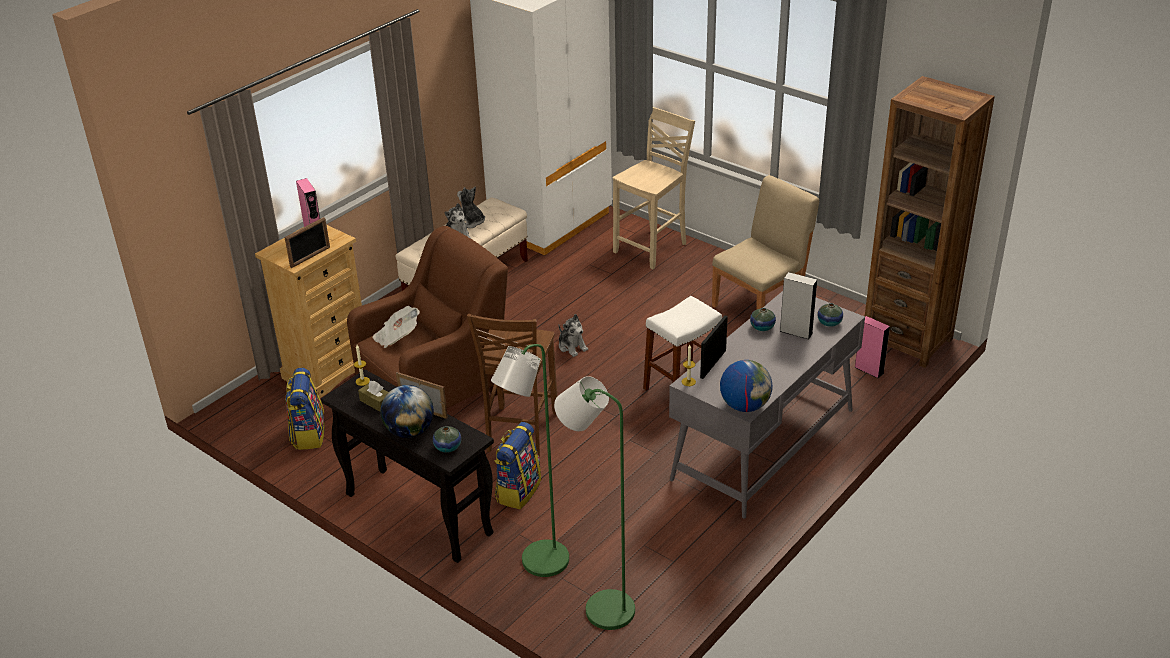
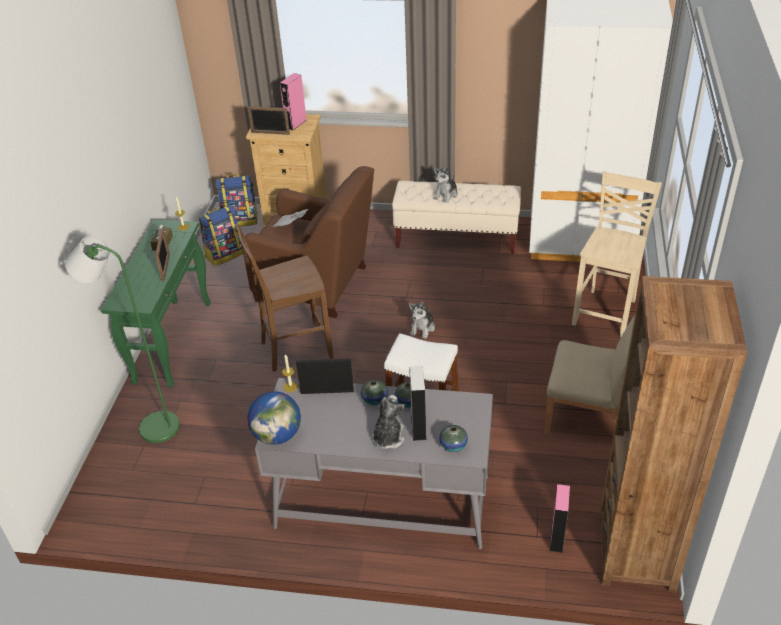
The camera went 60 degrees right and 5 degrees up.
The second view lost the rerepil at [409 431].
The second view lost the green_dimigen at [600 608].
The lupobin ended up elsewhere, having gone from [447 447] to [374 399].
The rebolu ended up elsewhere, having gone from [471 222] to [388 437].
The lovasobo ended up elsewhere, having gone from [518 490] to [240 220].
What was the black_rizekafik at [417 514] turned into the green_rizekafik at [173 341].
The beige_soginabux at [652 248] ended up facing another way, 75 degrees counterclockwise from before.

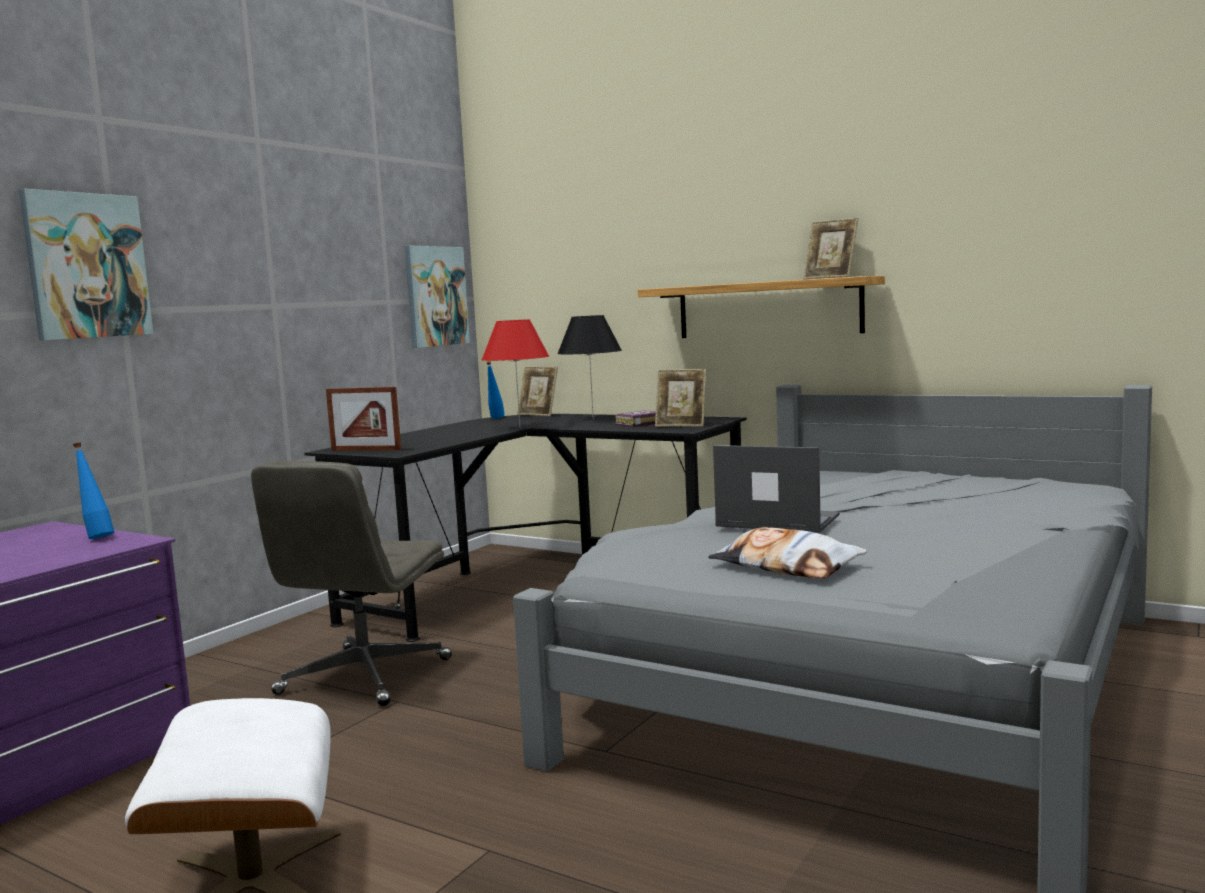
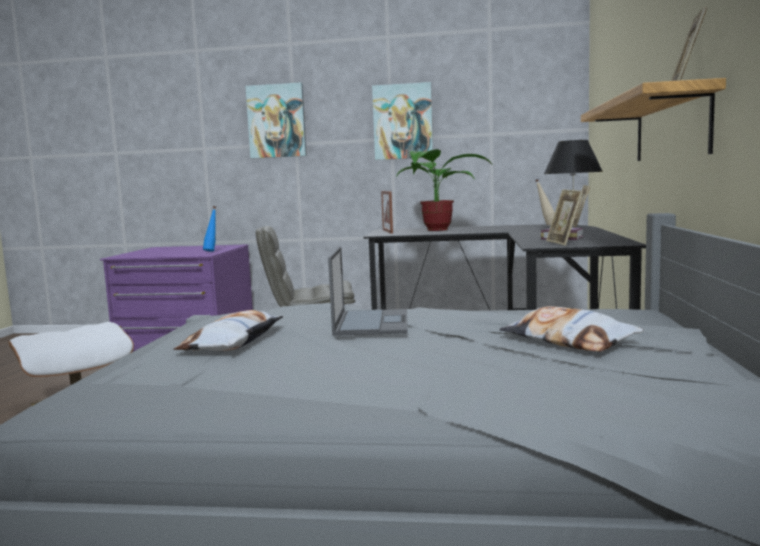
The camera went 65 degrees right and 0 degrees up.
The second view lost the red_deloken at [520 428].
The second view gained the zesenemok at [437 230].
The second view gained the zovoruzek at [568 340].
The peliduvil ended up elsewhere, having gone from [435 296] to [403 121].
What was the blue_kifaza at [495 418] turned into the beige_kifaza at [546 225].

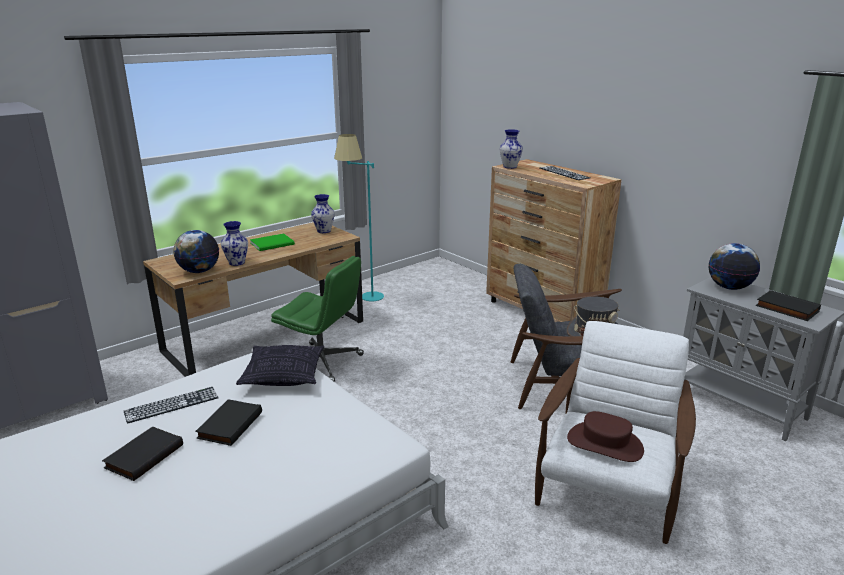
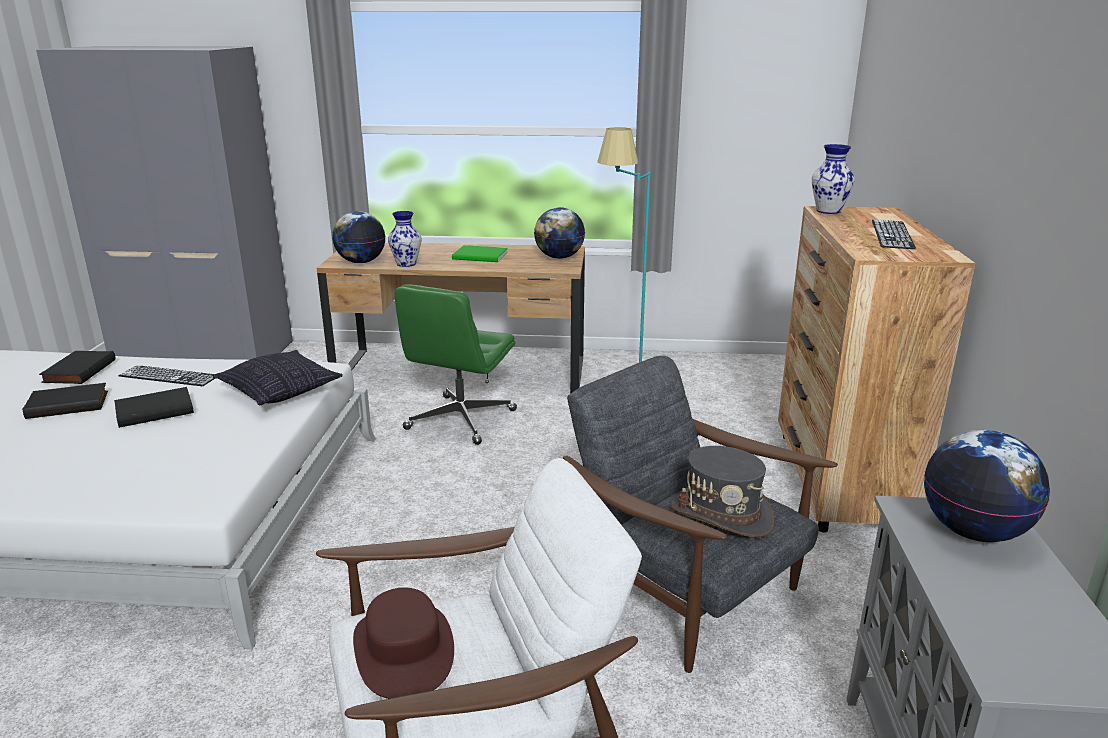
The camera went 45 degrees right and 0 degrees up.
The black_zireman ended up elsewhere, having gone from [786 309] to [78 371].
Where the lupobin stood at [324 231], the rerepil came to stand at [559 257].
The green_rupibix at [322 363] ended up facing another way, 45 degrees clockwise from before.

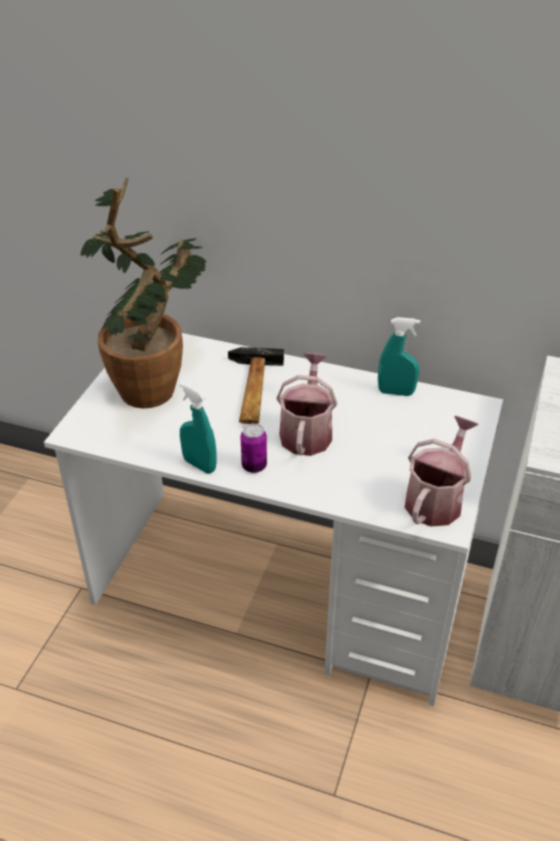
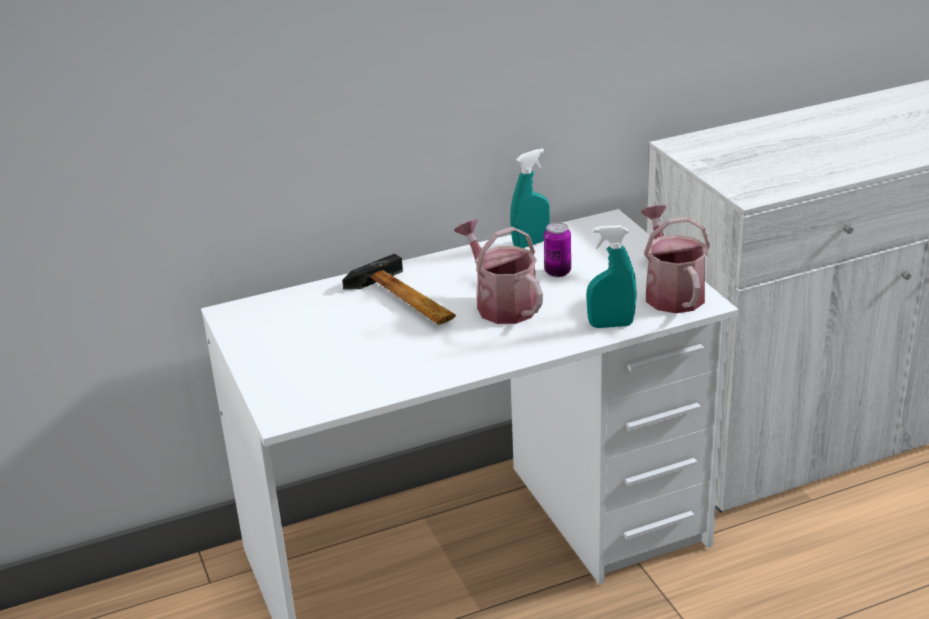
The camera went 40 degrees left and 10 degrees down.
The second view lost the zesenemok at [158 384].
The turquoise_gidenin ended up elsewhere, having gone from [199 465] to [611 325].
The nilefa ended up elsewhere, having gone from [254 466] to [557 272].

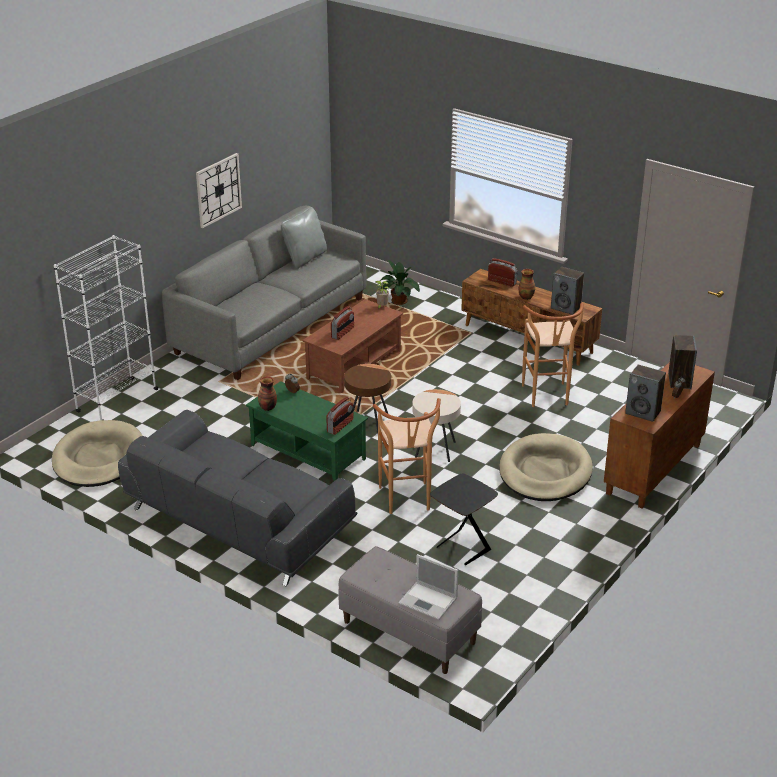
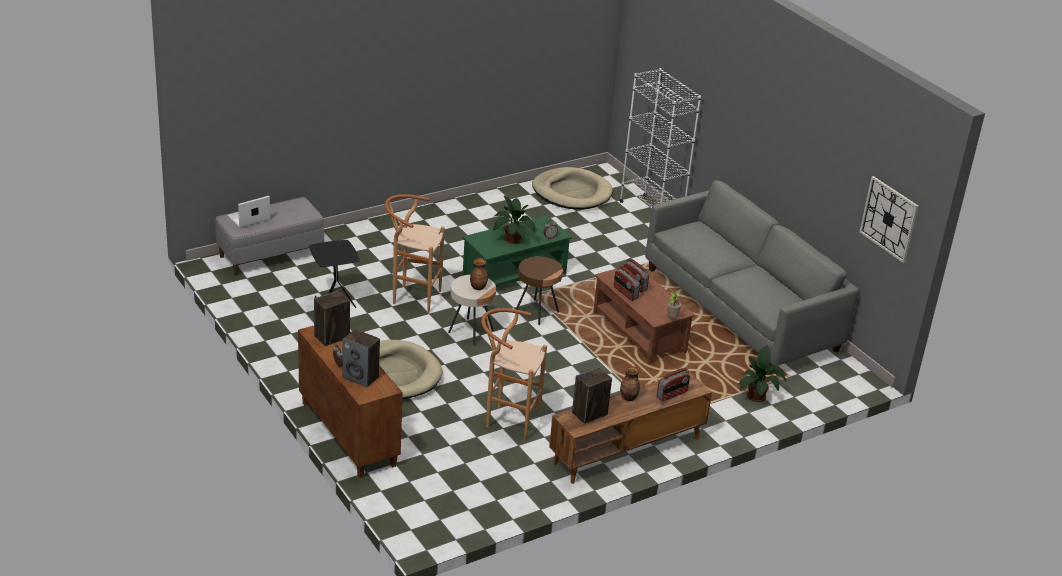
The camera went 110 degrees right and 0 degrees up.
The second view lost the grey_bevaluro at [237 522].
The second view lost the grey_zovoruzek at [305 258].
The second view gained the zesenemok at [511 238].
The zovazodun ended up elsewhere, having gone from [218 190] to [889 219].
The lupobin ended up elsewhere, having gone from [267 408] to [478 287].
The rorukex ended up elsewhere, having gone from [340 426] to [625 293].

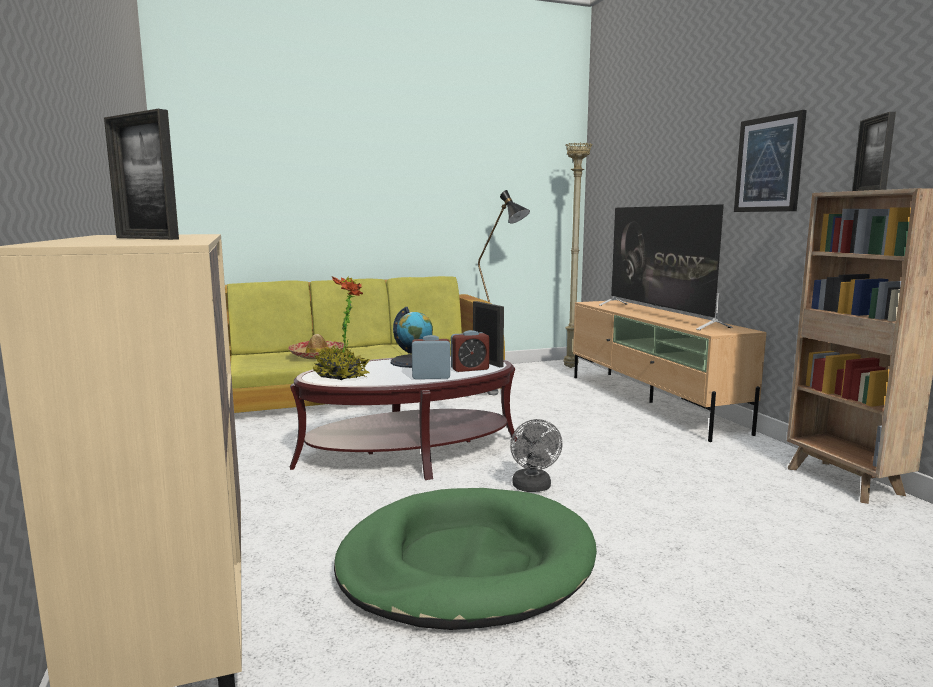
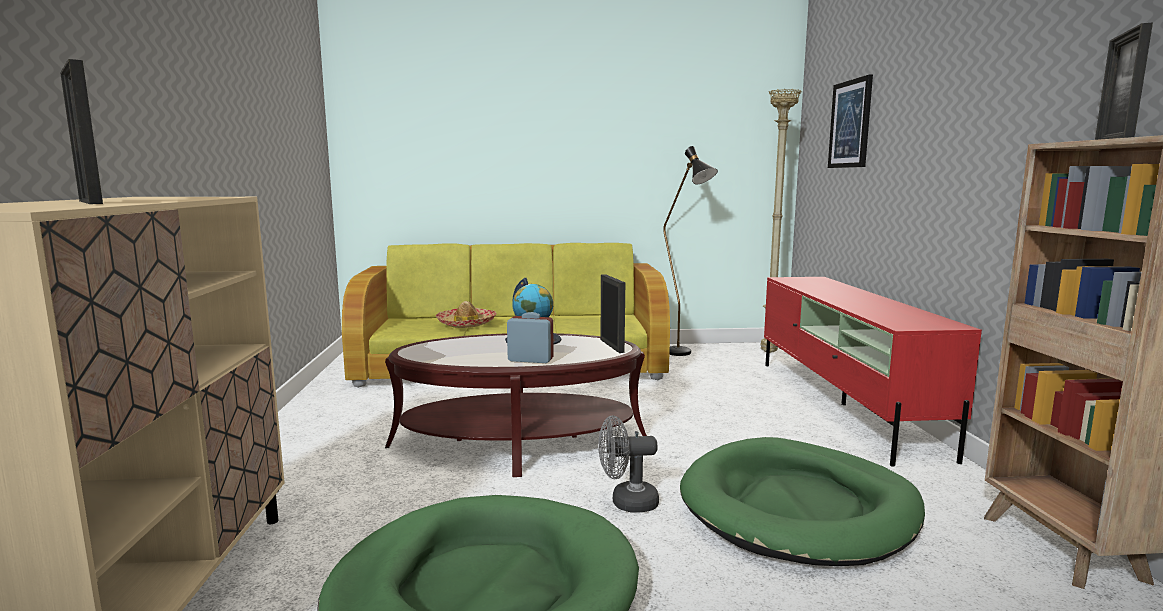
The camera went 15 degrees right and 0 degrees up.
The second view lost the zesenemok at [341 376].
The second view lost the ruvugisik at [470 369].
The second view lost the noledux at [658 315].
The second view gained the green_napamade at [798 507].
The peliduvil ended up elsewhere, having gone from [769 164] to [850 124].
What was the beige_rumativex at [651 402] turned into the red_rumativex at [843 405].
The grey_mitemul at [533 488] ended up facing another way, 75 degrees clockwise from before.

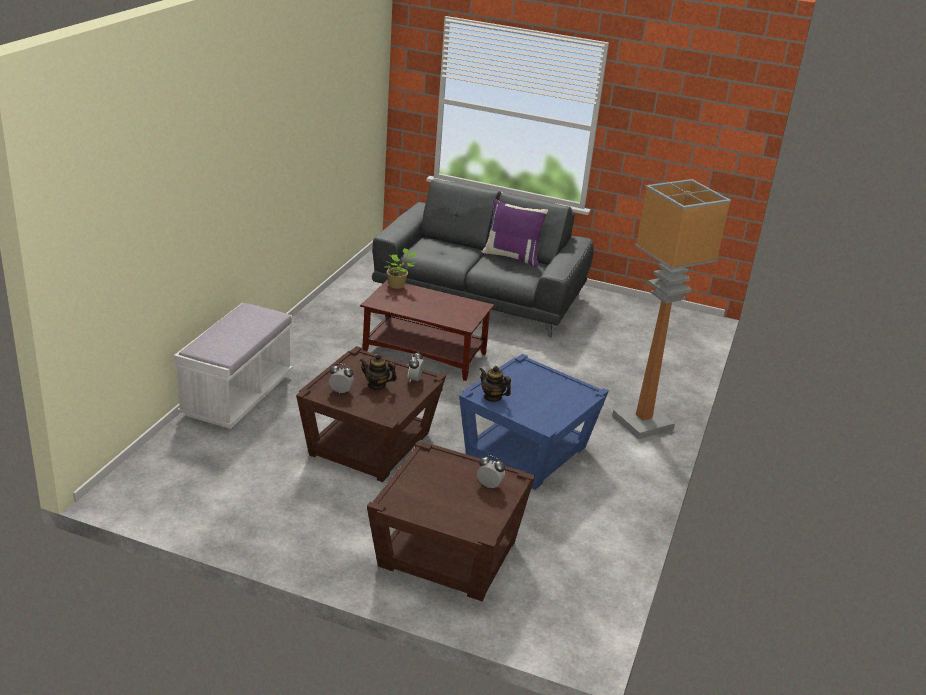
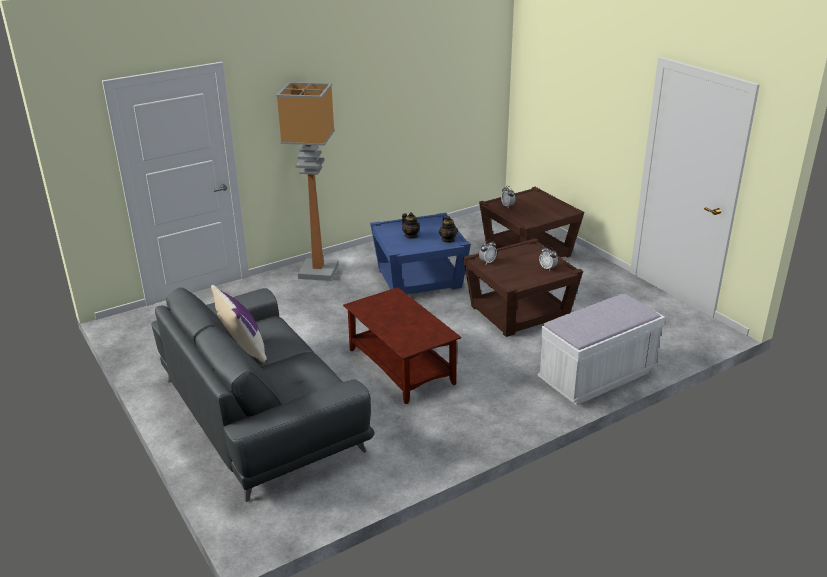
The camera went 140 degrees left and 0 degrees up.
The second view lost the zesenemok at [398 285].
The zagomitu ended up elsewhere, having gone from [377 385] to [411 236].

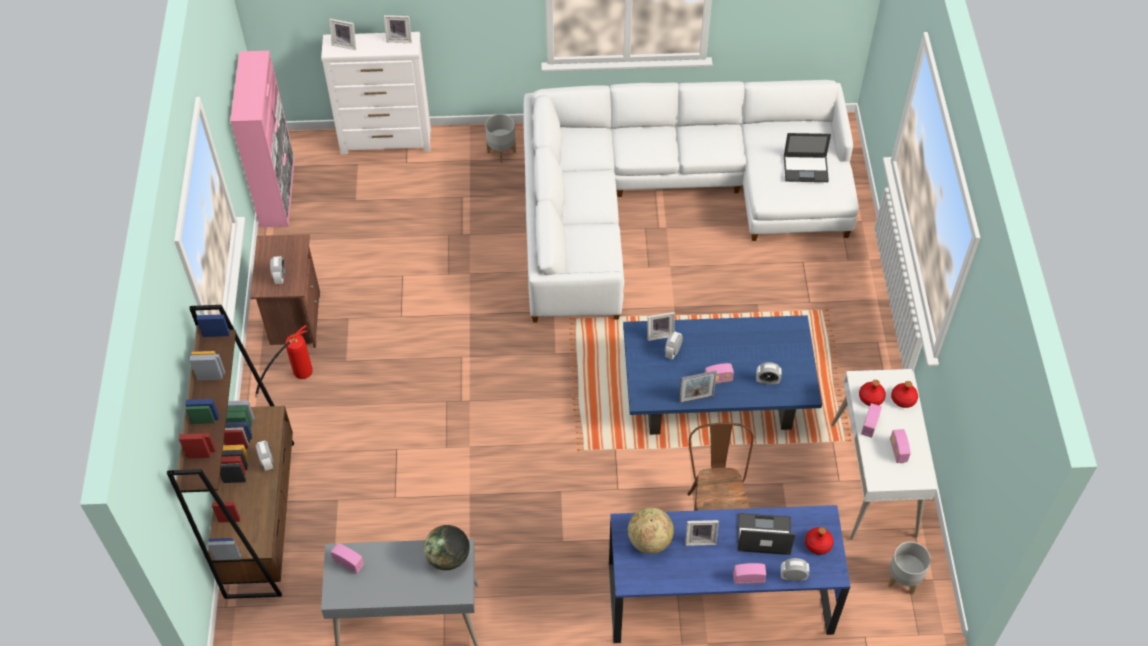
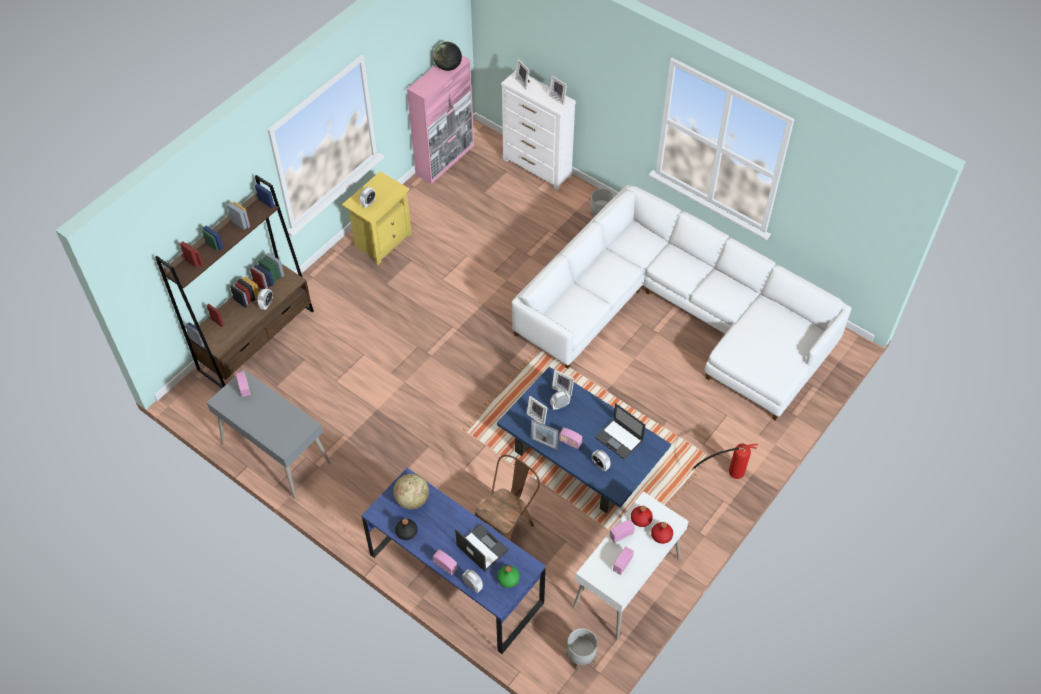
The camera went 40 degrees right and 0 degrees up.
The second view gained the black_kifaza at [407 532].
The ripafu ended up elsewhere, having gone from [294 378] to [727 473].
The rerepil ended up elsewhere, having gone from [448 557] to [448 67].
The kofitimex ended up elsewhere, having gone from [700 539] to [538 416].
The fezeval ended up elsewhere, having gone from [806 168] to [619 439].
What was the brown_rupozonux at [294 319] turned into the yellow_rupozonux at [382 240].
What was the red_kifaza at [818 544] turned into the green_kifaza at [508 579].

